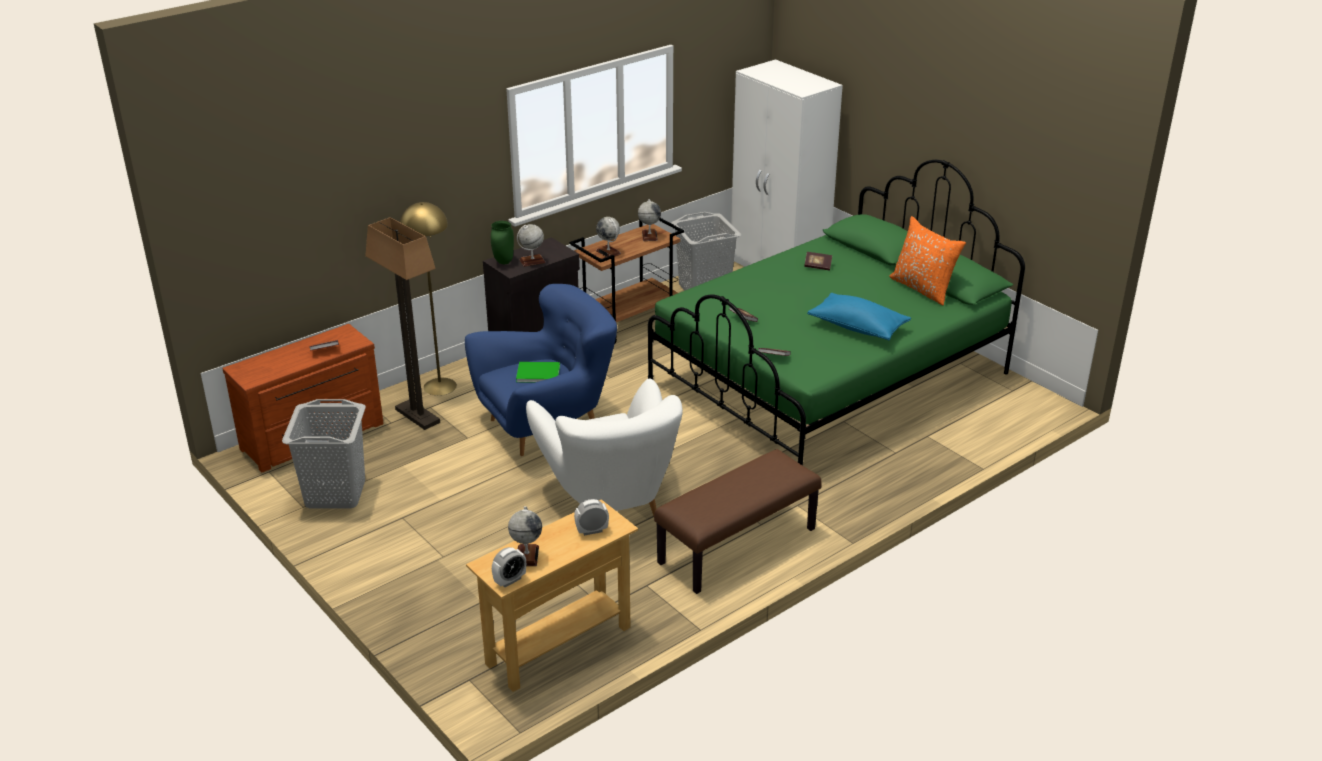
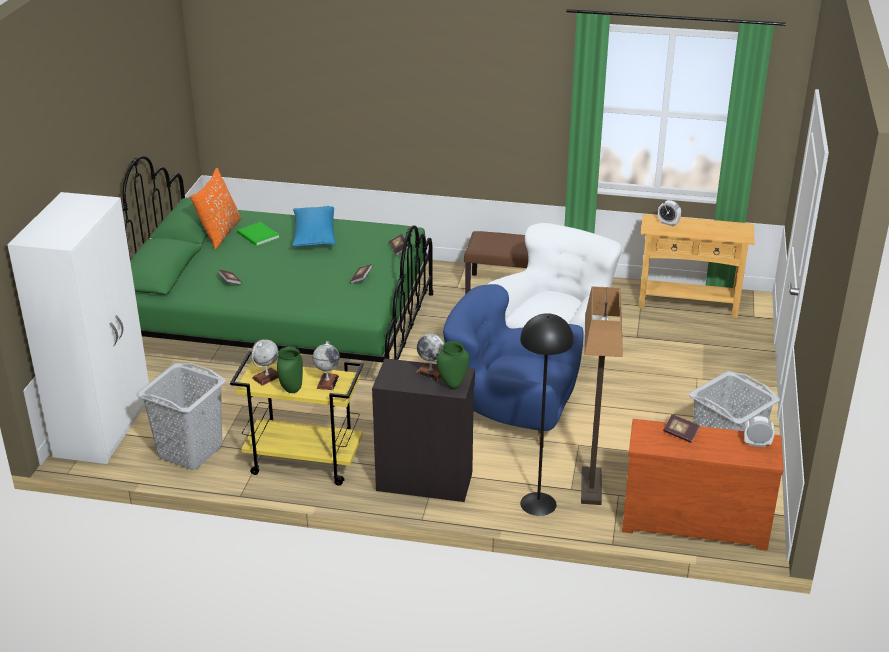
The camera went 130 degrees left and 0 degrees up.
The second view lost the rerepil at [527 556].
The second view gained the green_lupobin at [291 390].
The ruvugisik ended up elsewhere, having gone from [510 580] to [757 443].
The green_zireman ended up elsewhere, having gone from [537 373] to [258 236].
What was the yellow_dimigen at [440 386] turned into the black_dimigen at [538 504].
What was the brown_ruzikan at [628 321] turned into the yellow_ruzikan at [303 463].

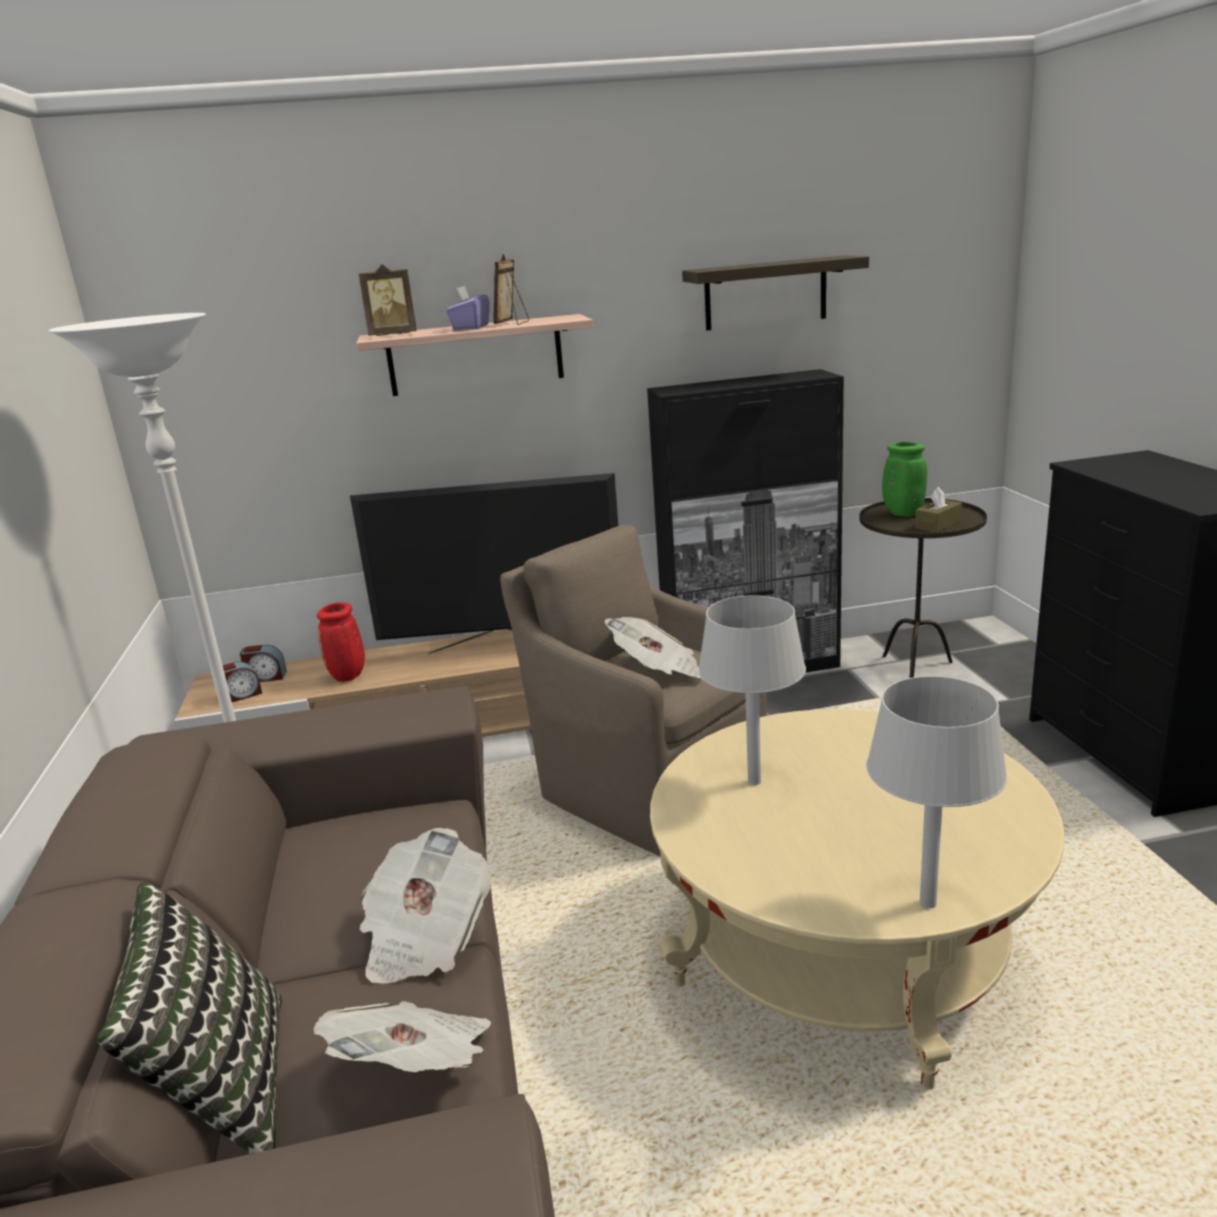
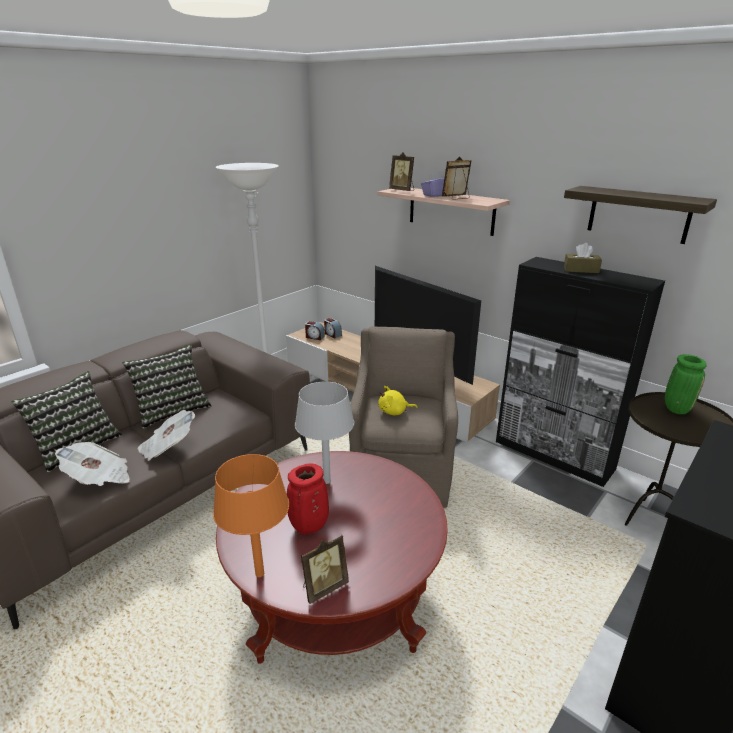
The camera went 50 degrees right and 5 degrees up.
The second view gained the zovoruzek at [172 410].
The second view gained the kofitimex at [323 587].
The red_lupobin ended up elsewhere, having gone from [348 677] to [309 527].
The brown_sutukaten ended up elsewhere, having gone from [937 525] to [581 270].
Where the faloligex stood at [657 671], the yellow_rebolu came to stand at [394 412].
What was the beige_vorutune at [844 950] turned into the red_vorutune at [335 593].
What was the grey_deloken at [927 903] turned into the orange_deloken at [259 573].

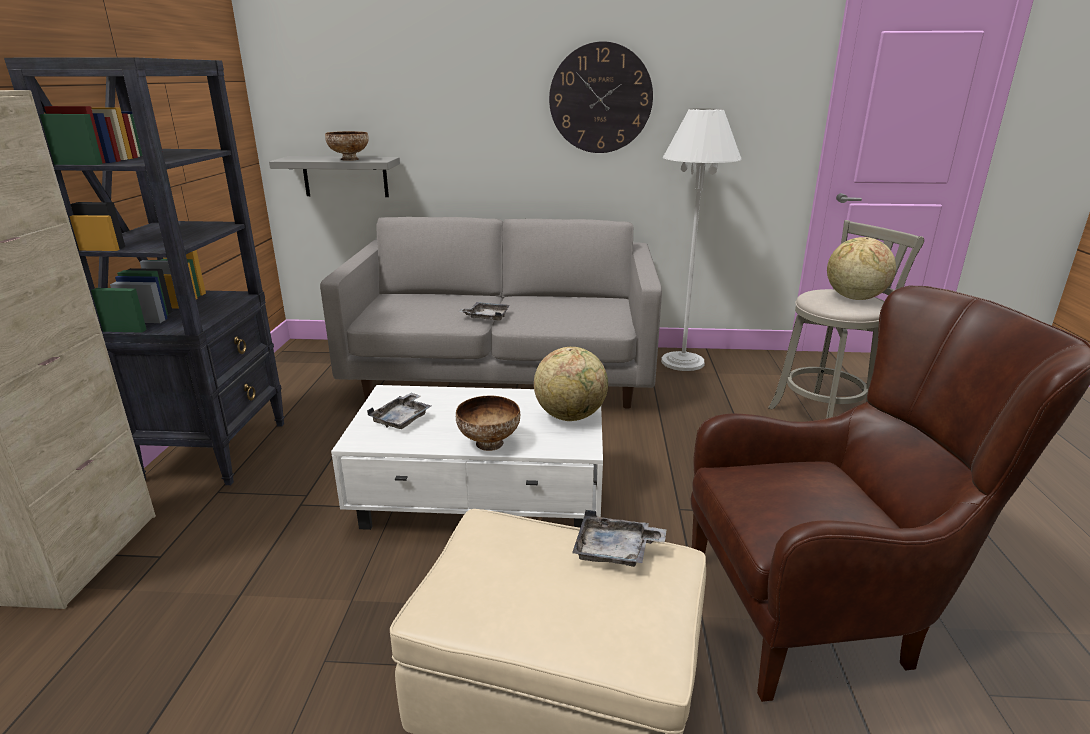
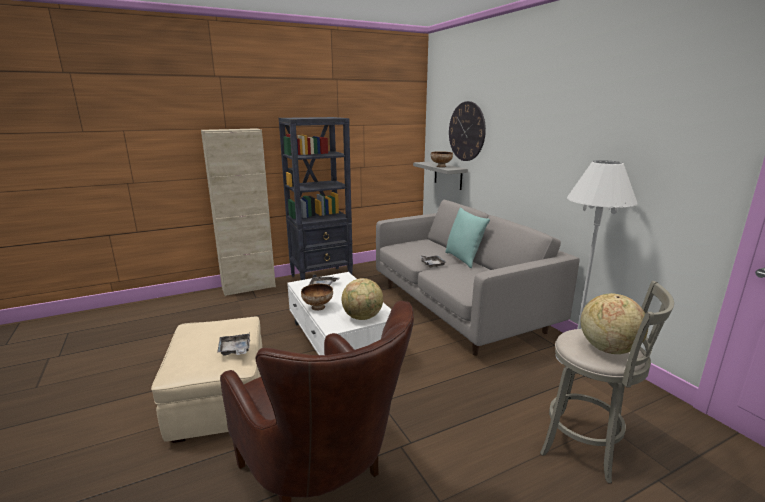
The camera went 60 degrees right and 5 degrees down.
The second view gained the turquoise_zovoruzek at [463 259].
The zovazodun ended up elsewhere, having gone from [600 98] to [466 131].

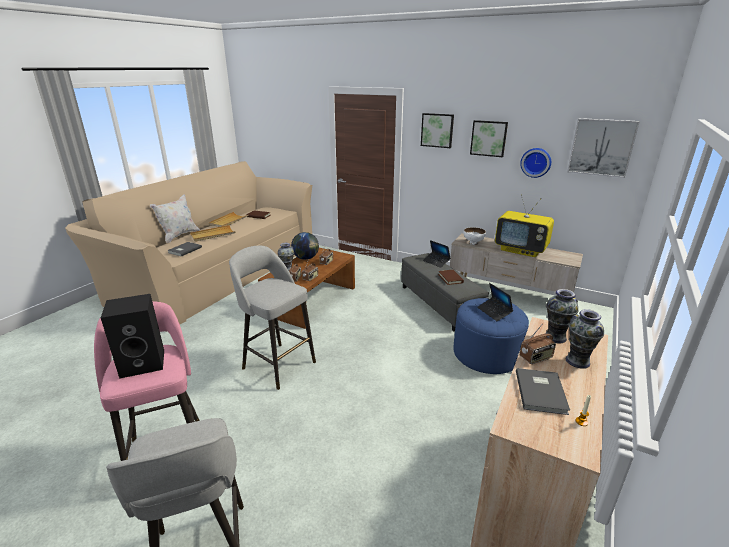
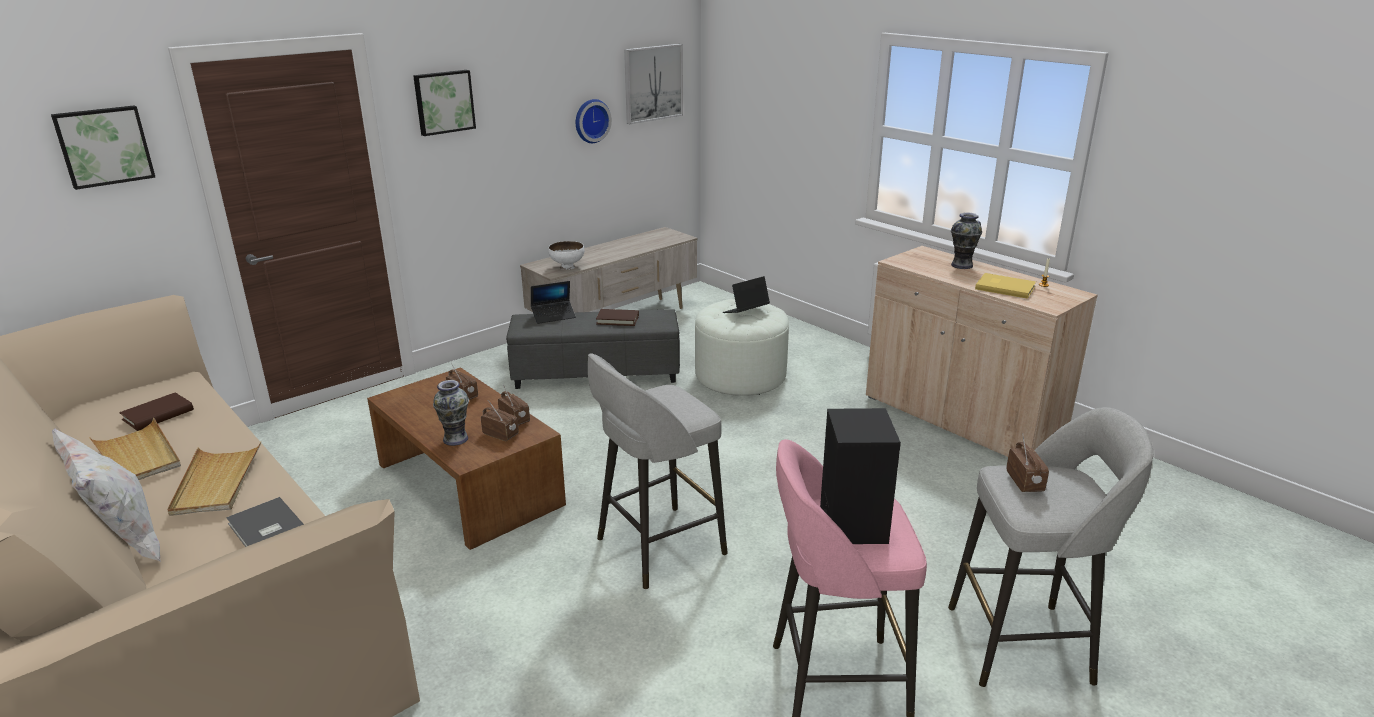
The camera went 70 degrees left and 0 degrees up.
The second view lost the rerepil at [306 258].
The second view lost the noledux at [521 250].
The second view lost the lupobin at [555 337].
The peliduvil ended up elsewhere, having gone from [488 138] to [104 146].
The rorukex ended up elsewhere, having gone from [536 358] to [1025 482].
What was the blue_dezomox at [486 354] turned into the white_dezomox at [740 376].
What was the grey_zireman at [542 392] turned into the yellow_zireman at [1004 287].
The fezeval at [494 312] ended up facing another way, 150 degrees clockwise from before.

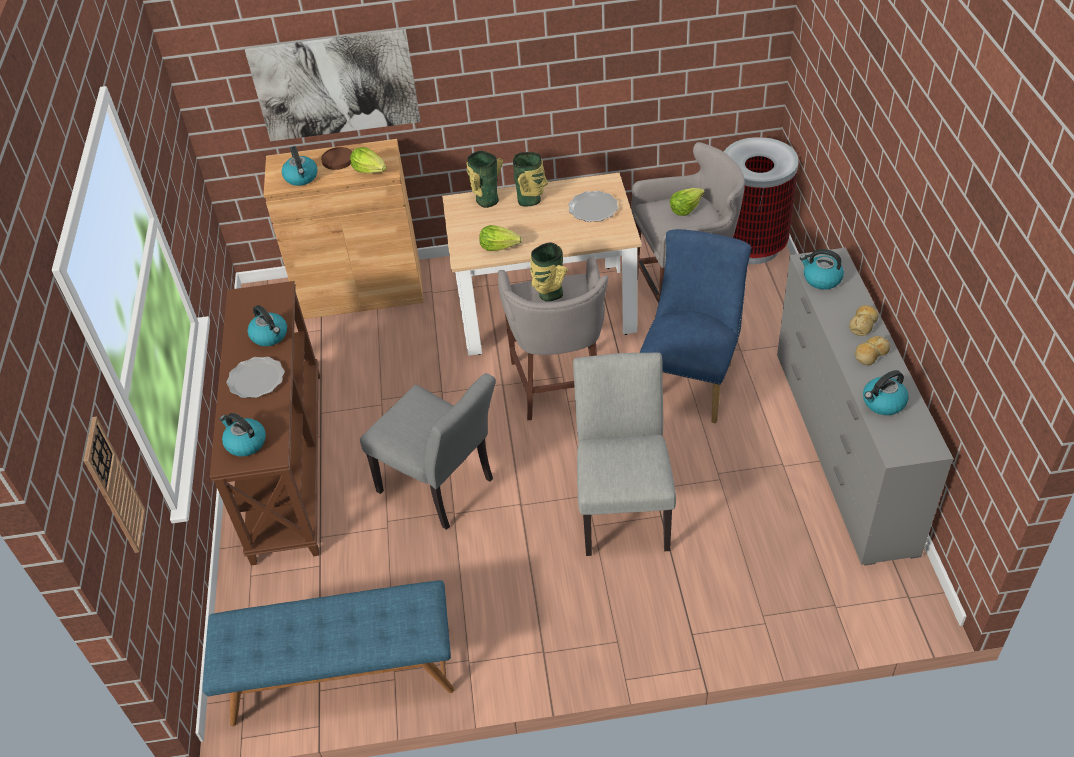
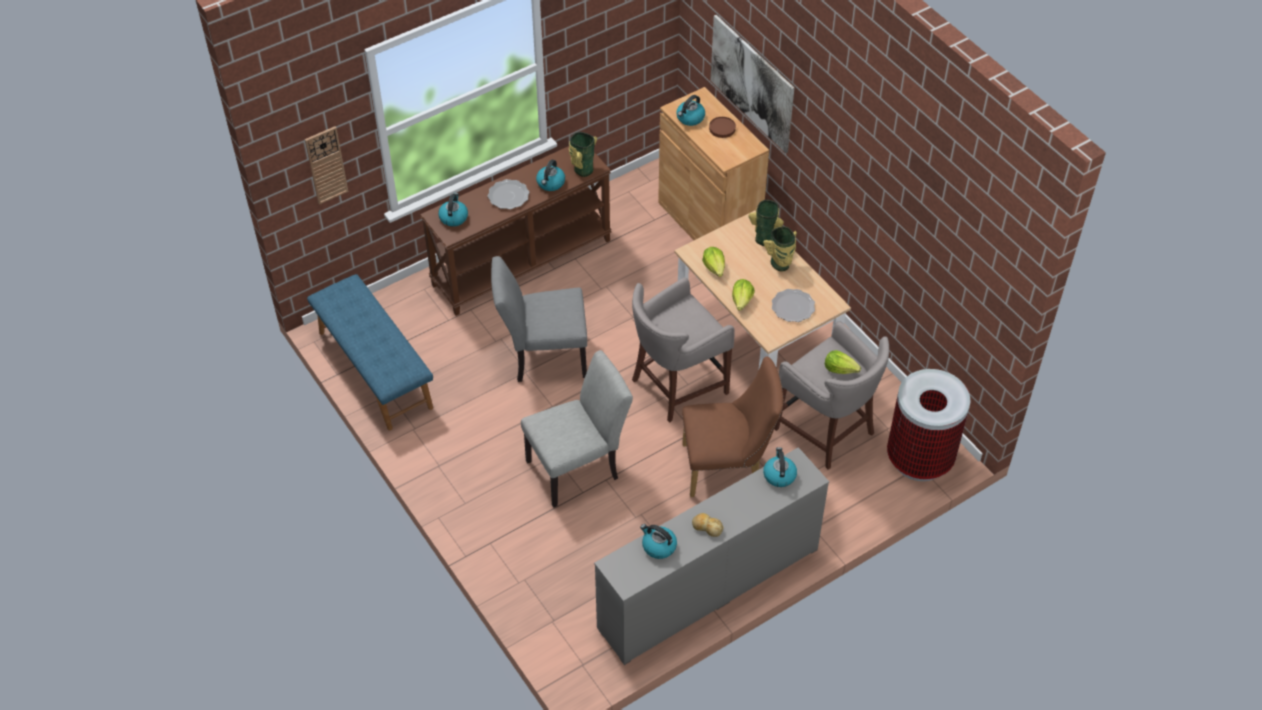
The camera went 60 degrees right and 5 degrees up.
The second view lost the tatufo at [863 324].
The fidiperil ended up elsewhere, having gone from [370 170] to [742 301].
The lupobin ended up elsewhere, having gone from [549 294] to [582 169].
What was the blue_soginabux at [691 381] turned into the brown_soginabux at [728 467].
The grey_soginabux at [442 489] ended up facing another way, 75 degrees clockwise from before.

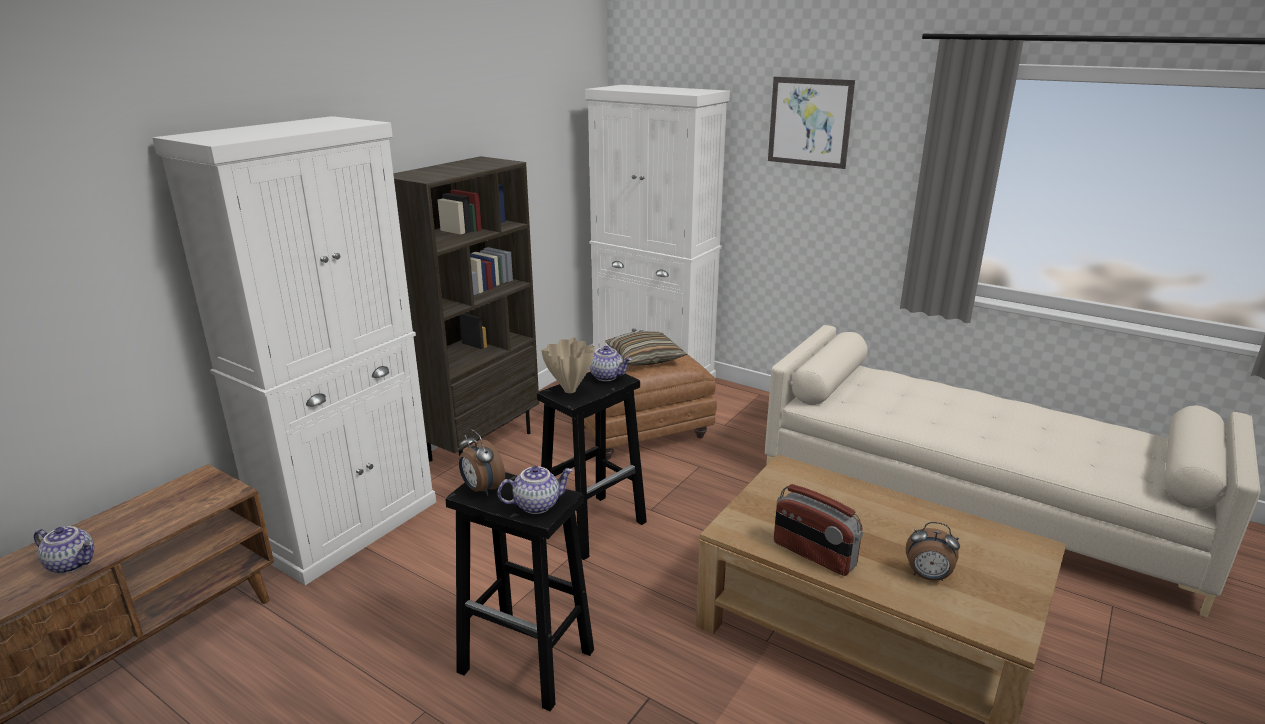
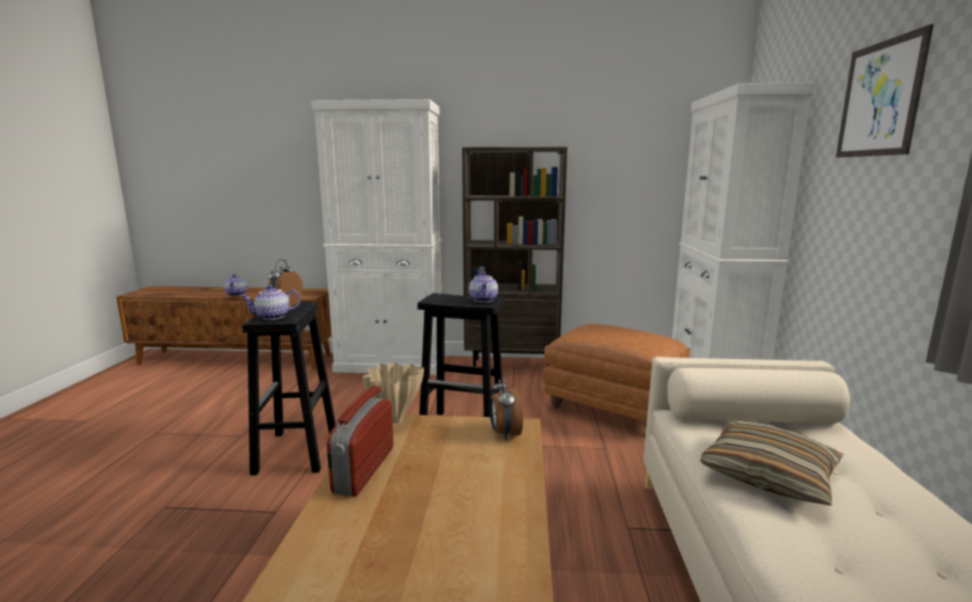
The camera went 60 degrees right and 10 degrees down.
The beige_lupobin ended up elsewhere, having gone from [569 391] to [394 420].
The zovoruzek ended up elsewhere, having gone from [645 358] to [768 474].
The ruvugisik ended up elsewhere, having gone from [928 576] to [504 434].
The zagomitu at [537 504] ended up facing another way, 120 degrees clockwise from before.

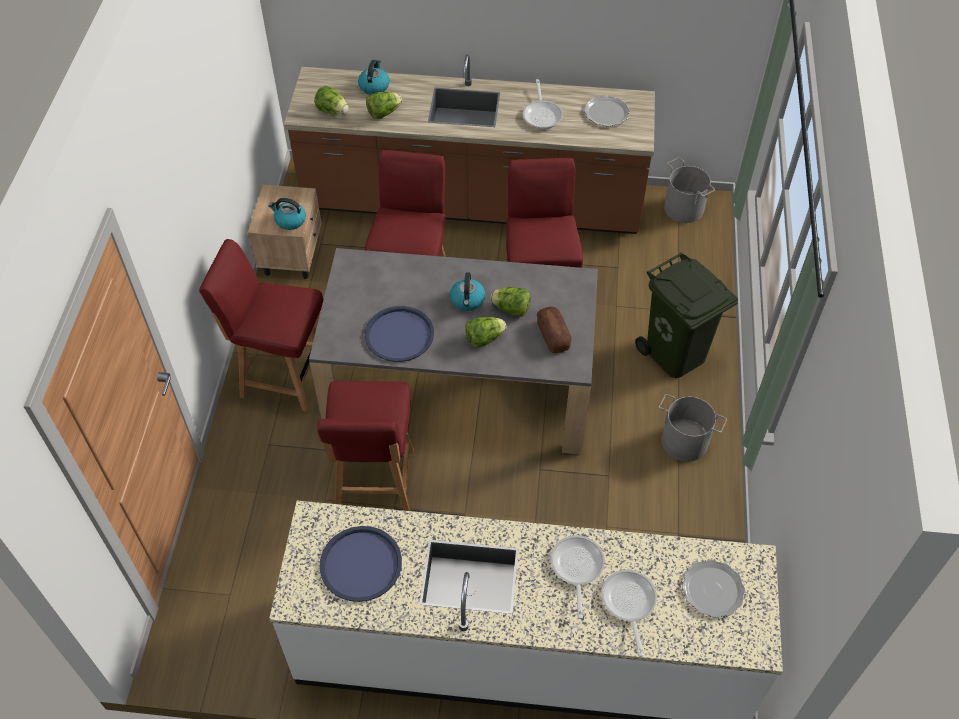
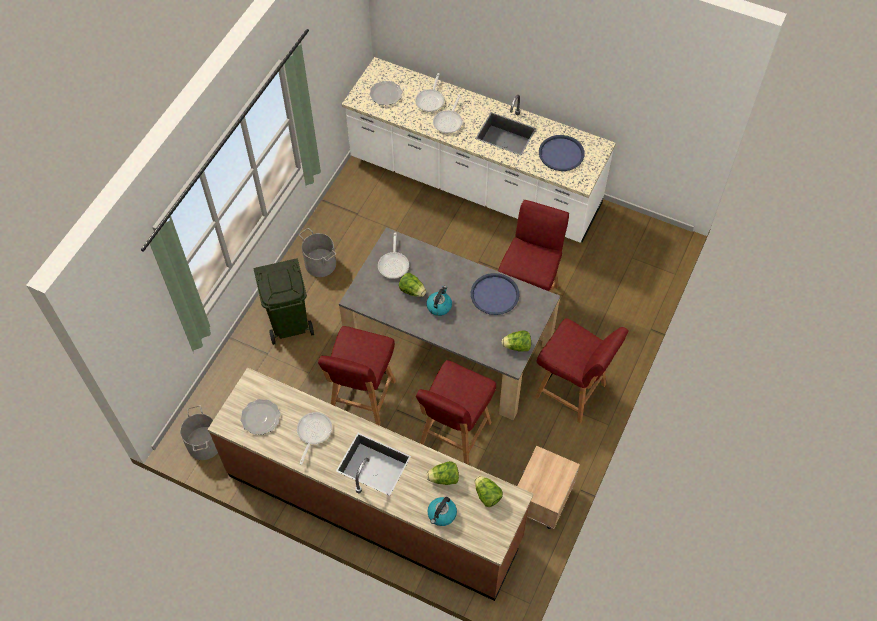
The camera went 160 degrees left and 5 degrees up.
The second view lost the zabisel at [290 220].
The fidiperil ended up elsewhere, having gone from [484 338] to [517 346].
Where the tatufo stood at [553 335], the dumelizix came to stand at [394 264].

